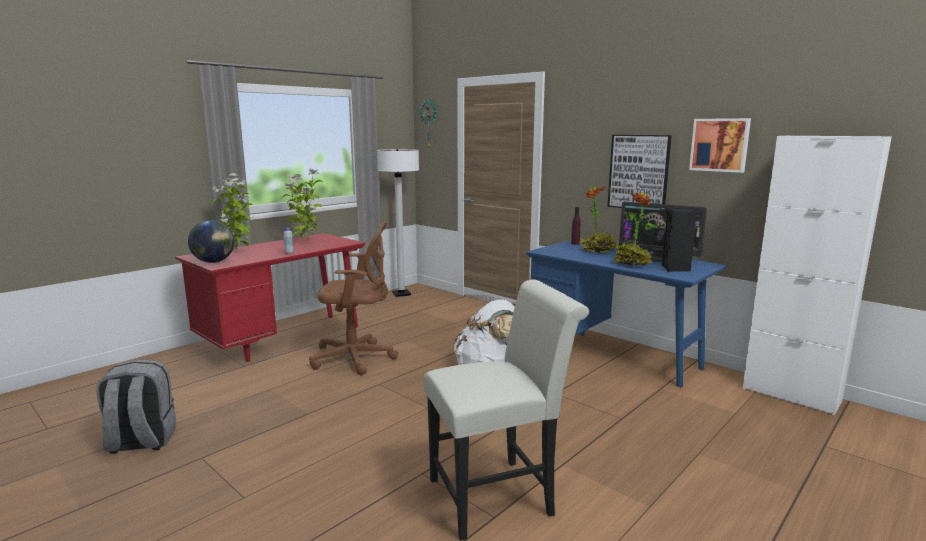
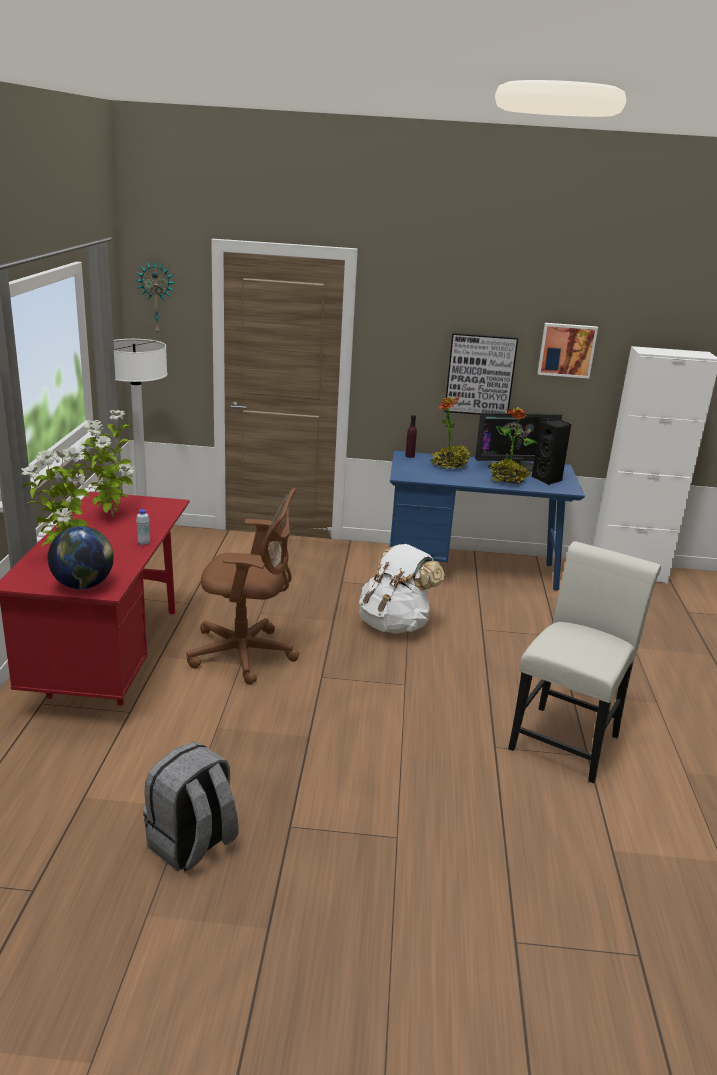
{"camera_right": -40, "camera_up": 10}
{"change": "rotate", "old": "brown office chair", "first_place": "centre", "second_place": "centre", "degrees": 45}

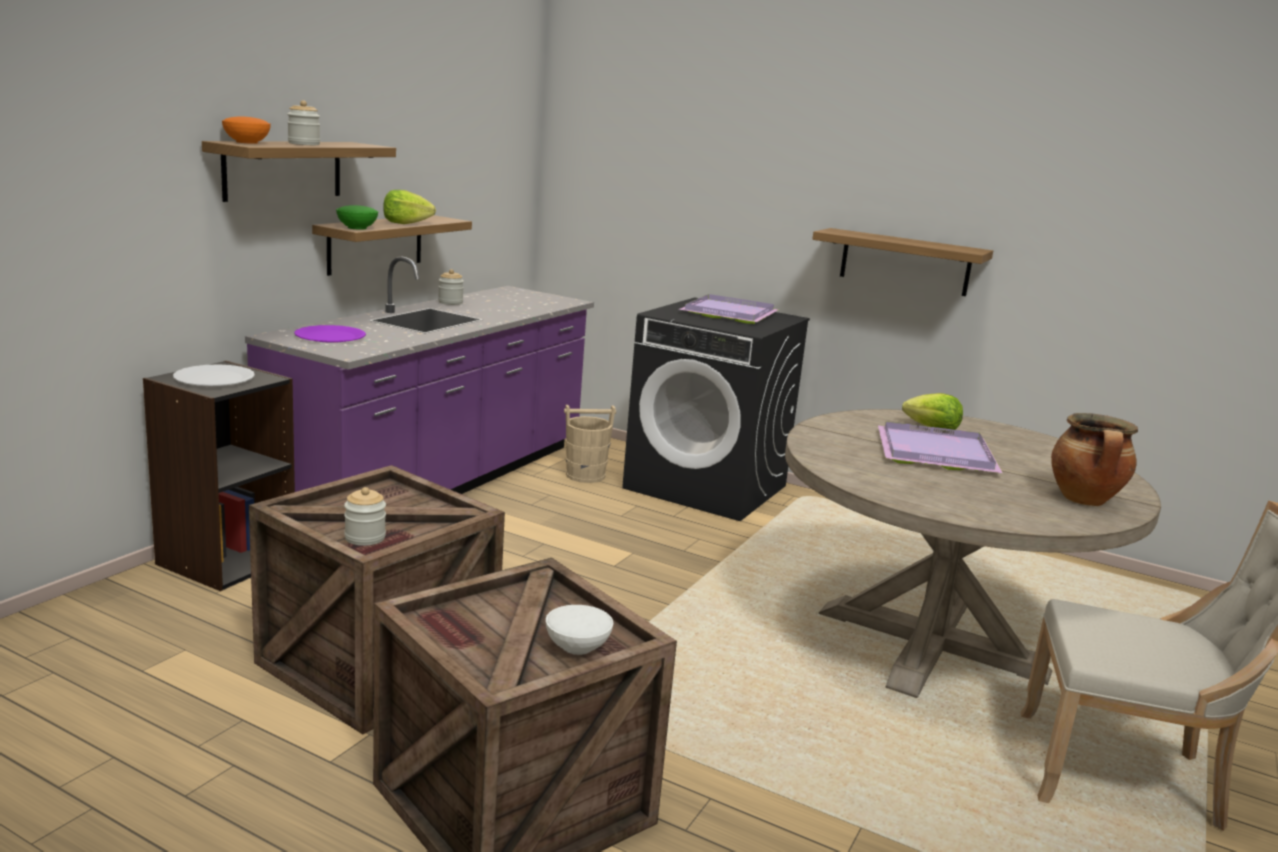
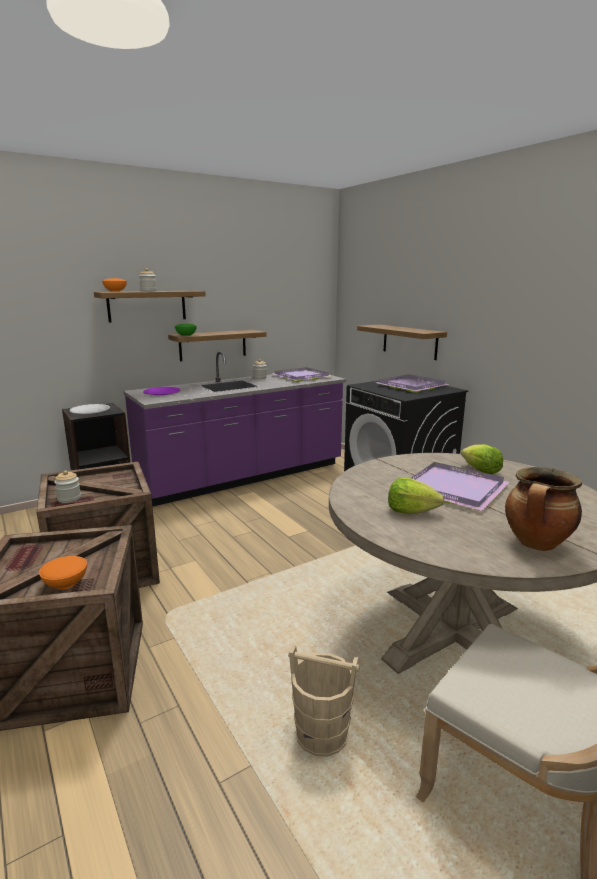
{"camera_right": 30, "camera_up": 0}
{"change": "move", "old": "lettuce (1st from left)", "first_place": "top left", "second_place": "middle right"}
{"change": "recolor", "old": "white bowl", "new": "orange bowl (1st from left)", "first_place": "bottom centre", "second_place": "middle left"}
{"change": "move", "old": "beige bucket", "first_place": "centre", "second_place": "bottom centre"}
{"change": "move", "old": "shelf (3rd from left)", "first_place": "top right", "second_place": "middle right"}
{"change": "insert", "new": "purple tray (1st from left)", "second_place": "centre"}

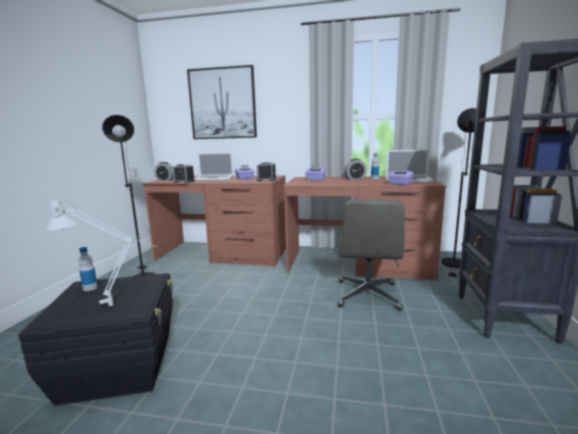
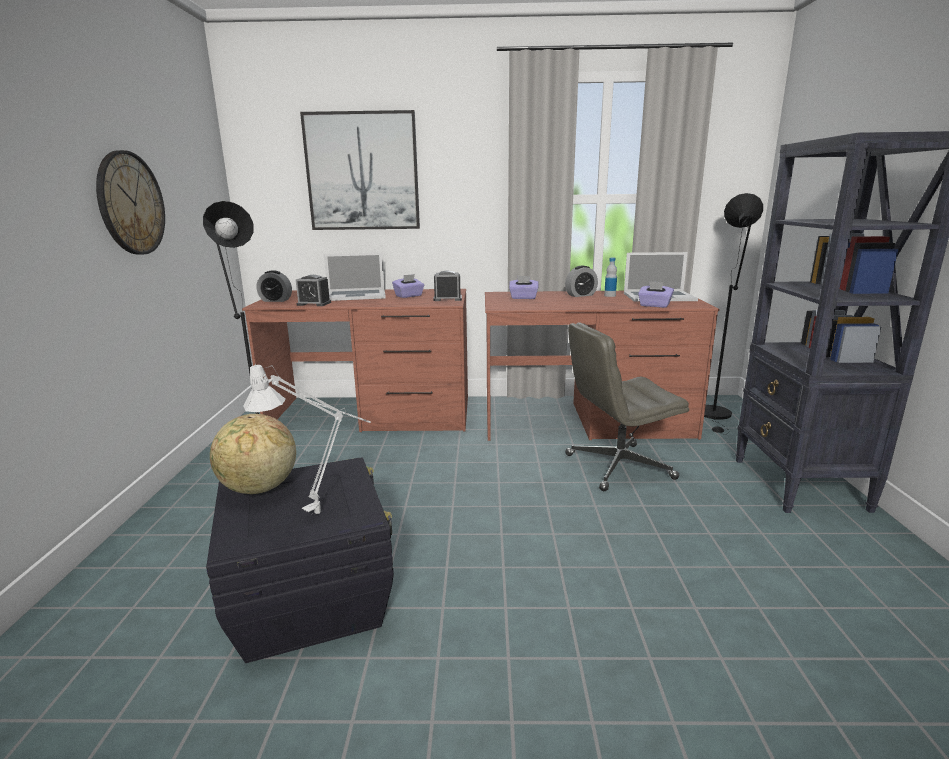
{"camera_right": -10, "camera_up": 5}
{"change": "replace", "old": "bottle (1st from left)", "new": "globe", "first_place": "middle left", "second_place": "middle left"}
{"change": "rotate", "old": "grey office chair", "first_place": "centre", "second_place": "centre", "degrees": 75}
{"change": "insert", "new": "wall clock", "second_place": "top left"}

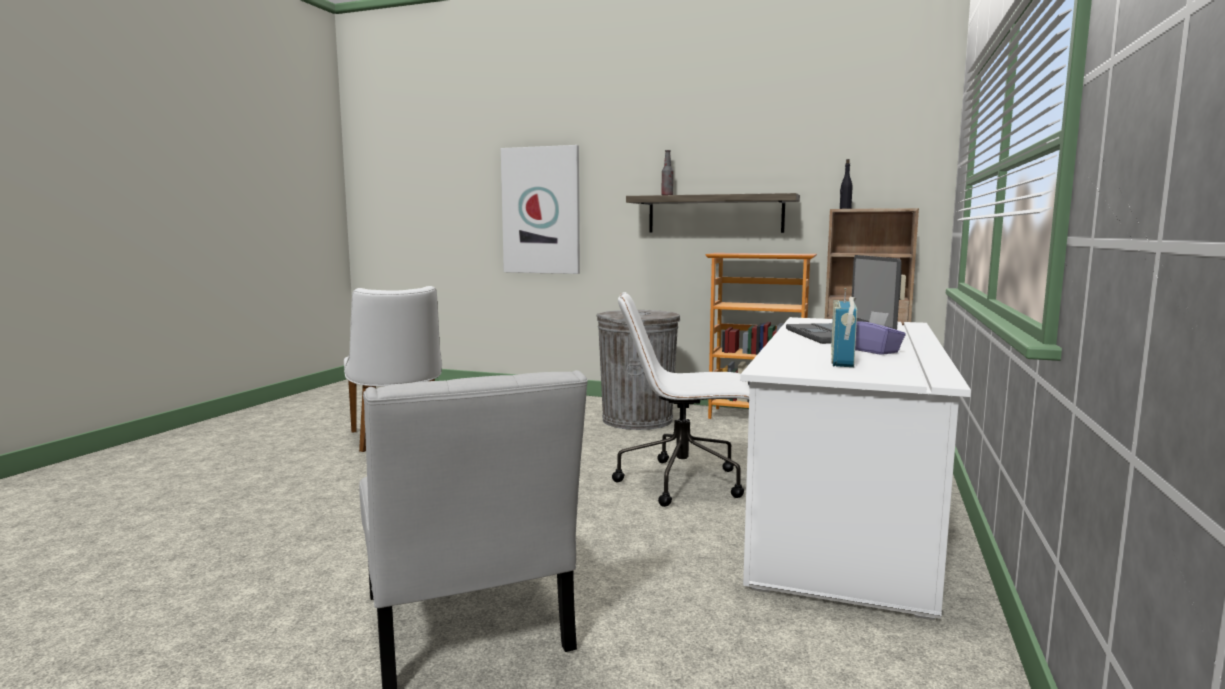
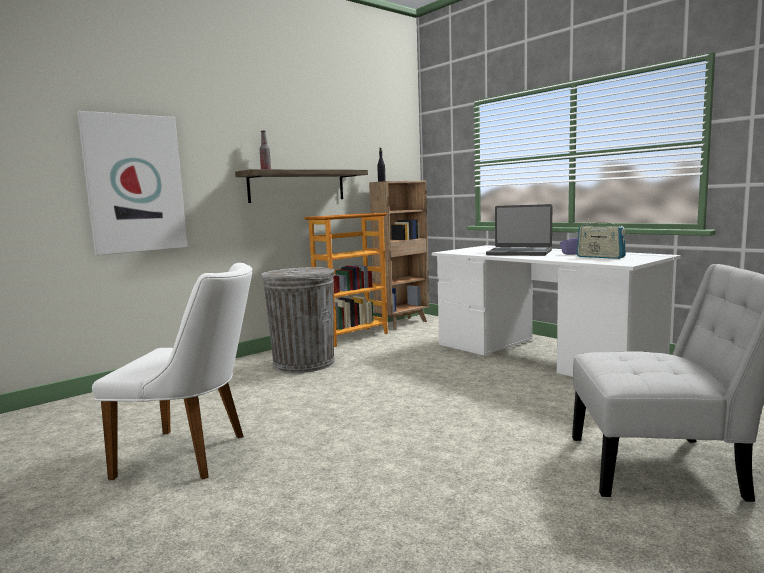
{"camera_right": -60, "camera_up": 0}
{"change": "delete", "old": "white office chair", "first_place": "centre"}

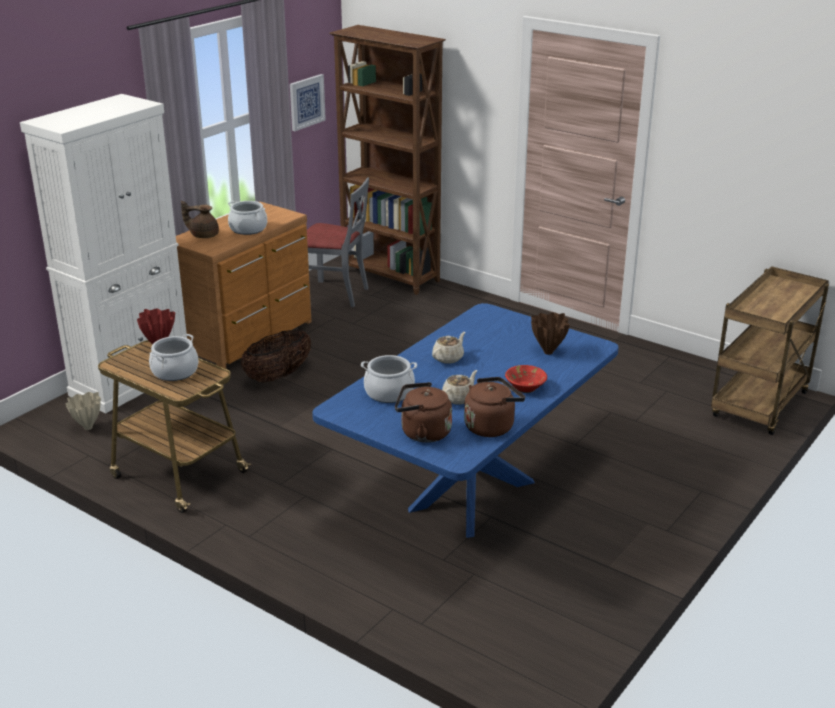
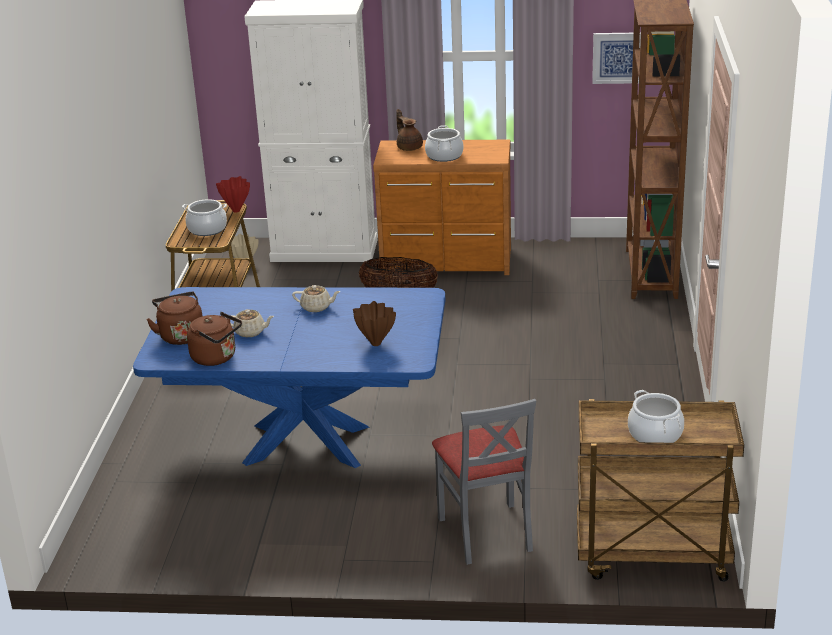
{"camera_right": 60, "camera_up": 0}
{"change": "move", "old": "grey chair", "first_place": "centre", "second_place": "bottom centre"}
{"change": "move", "old": "cooking pot (3rd from left)", "first_place": "centre", "second_place": "middle right"}
{"change": "delete", "old": "red bowl", "first_place": "centre"}

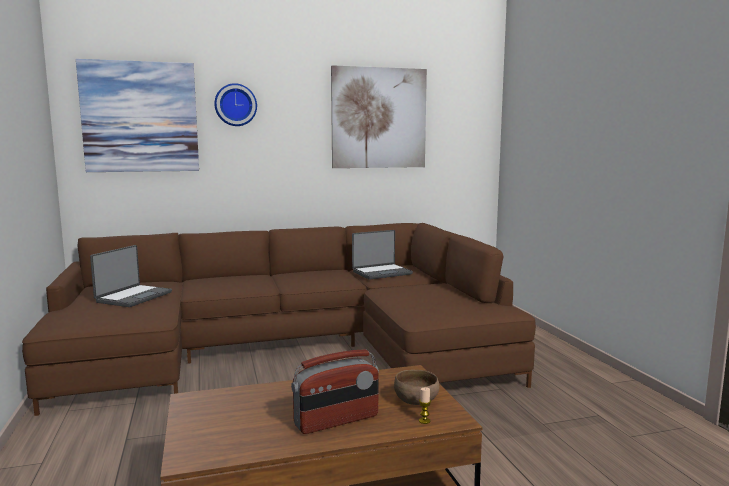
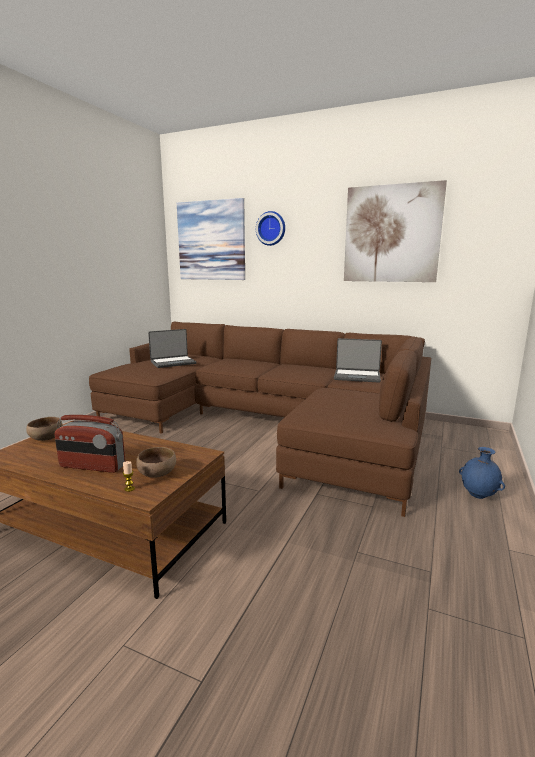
{"camera_right": 40, "camera_up": 5}
{"change": "insert", "new": "brown bowl (1st from left)", "second_place": "middle left"}
{"change": "insert", "new": "blue vase", "second_place": "middle right"}

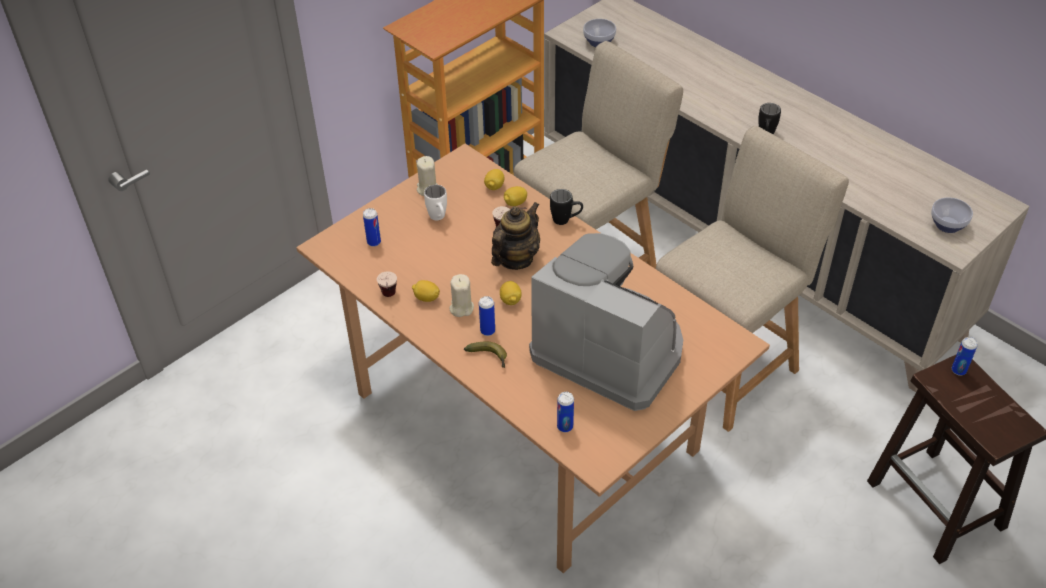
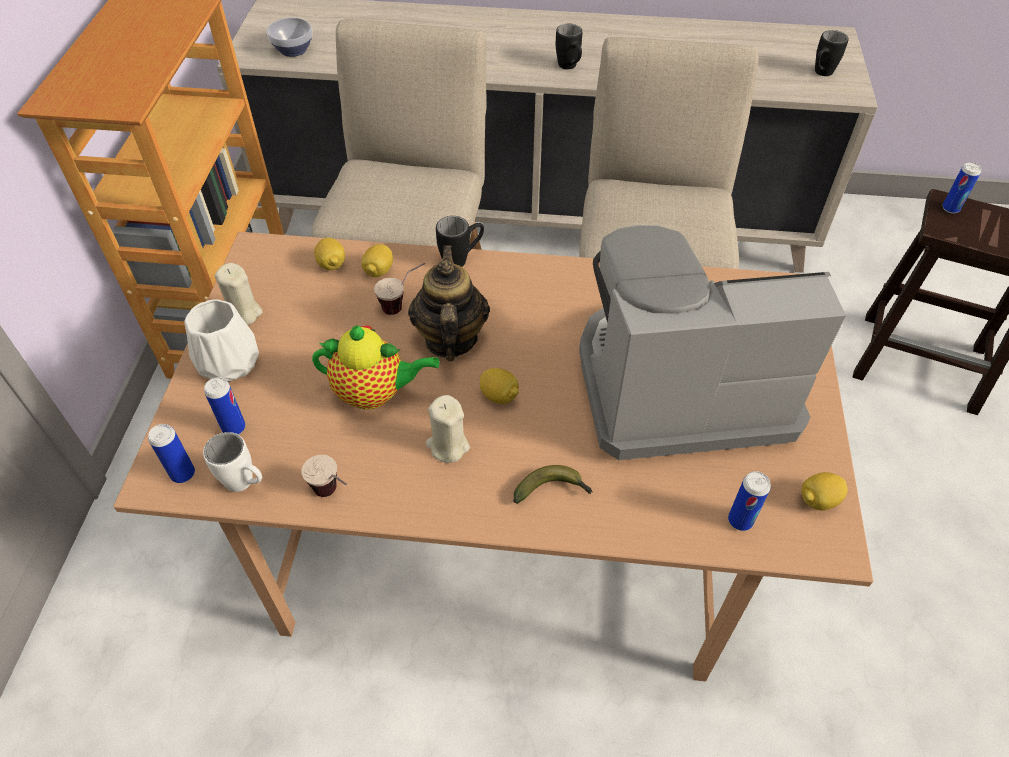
{"camera_right": -40, "camera_up": 5}
{"change": "move", "old": "lemon (1st from left in the first image)", "new": "lemon (4th from left)", "first_place": "centre", "second_place": "middle right"}
{"change": "move", "old": "white mug", "first_place": "centre", "second_place": "middle left"}
{"change": "move", "old": "can (2nd from left in the first image)", "new": "can (1st from left)", "first_place": "centre", "second_place": "middle left"}
{"change": "replace", "old": "bowl (2nd from left)", "new": "black mug (3rd from left)", "first_place": "middle right", "second_place": "top right"}
{"change": "insert", "new": "white vase", "second_place": "middle left"}
{"change": "insert", "new": "teapot (1st from left)", "second_place": "centre"}

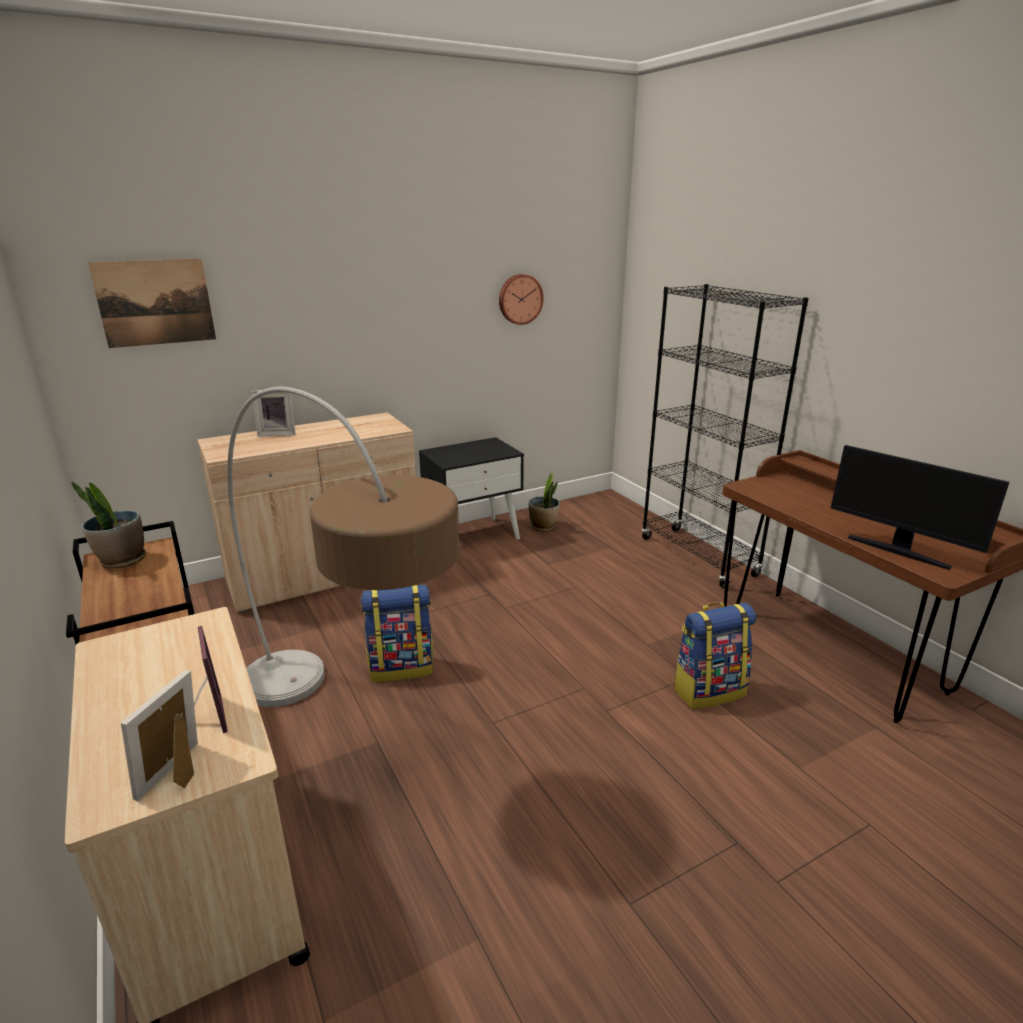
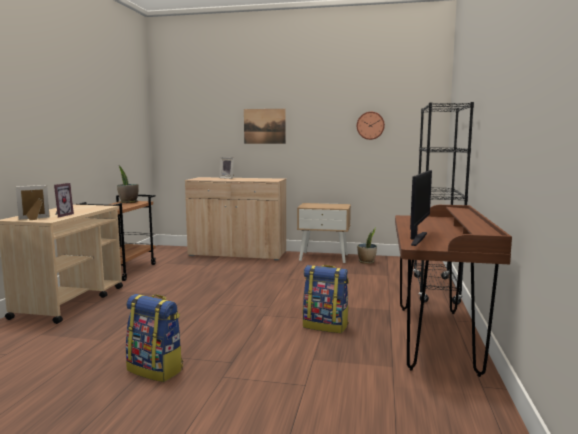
{"camera_right": 40, "camera_up": -15}
{"change": "move", "old": "picture", "first_place": "top left", "second_place": "top centre"}
{"change": "delete", "old": "floor lamp", "first_place": "centre"}
{"change": "move", "old": "backpack (1st from left)", "first_place": "centre", "second_place": "bottom left"}
{"change": "recolor", "old": "black nightstand", "new": "beige nightstand", "first_place": "centre", "second_place": "centre"}
{"change": "rotate", "old": "monitor", "first_place": "middle right", "second_place": "middle right", "degrees": -150}

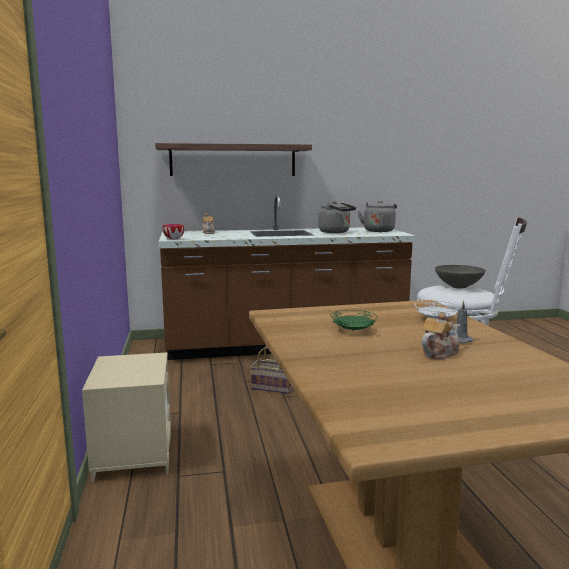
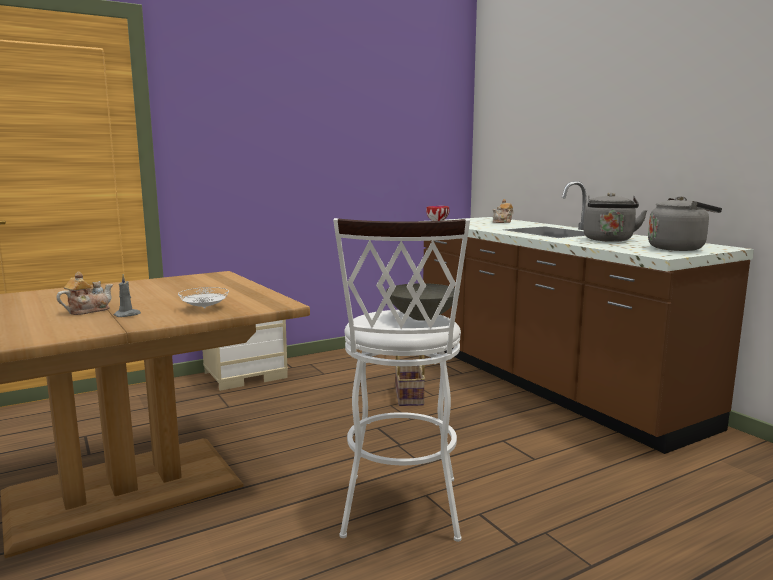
{"camera_right": 70, "camera_up": 0}
{"change": "delete", "old": "shelf", "first_place": "top centre"}
{"change": "delete", "old": "green plate", "first_place": "centre"}
{"change": "rotate", "old": "teapot (2nd from left in the first image)", "first_place": "middle right", "second_place": "middle left", "degrees": -75}

